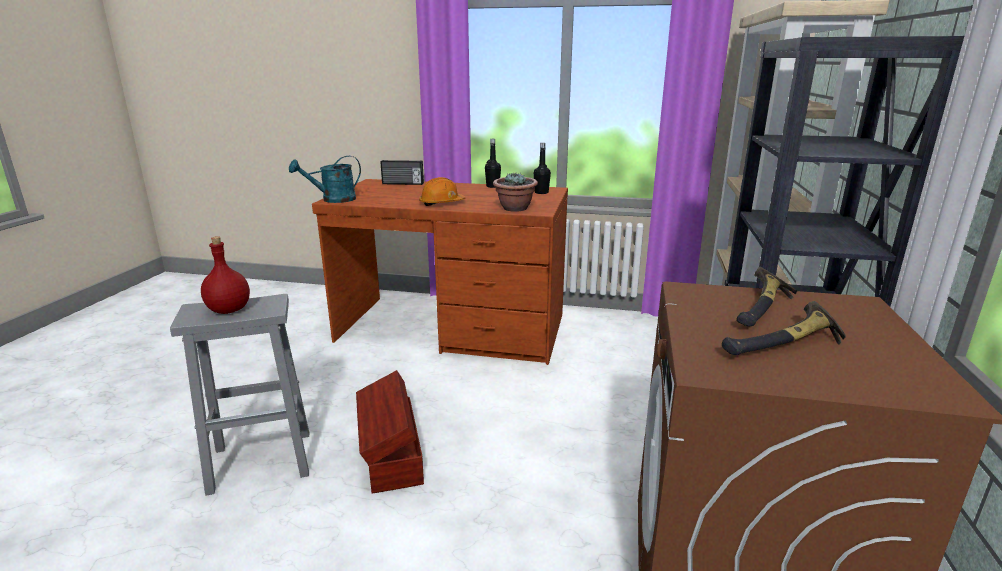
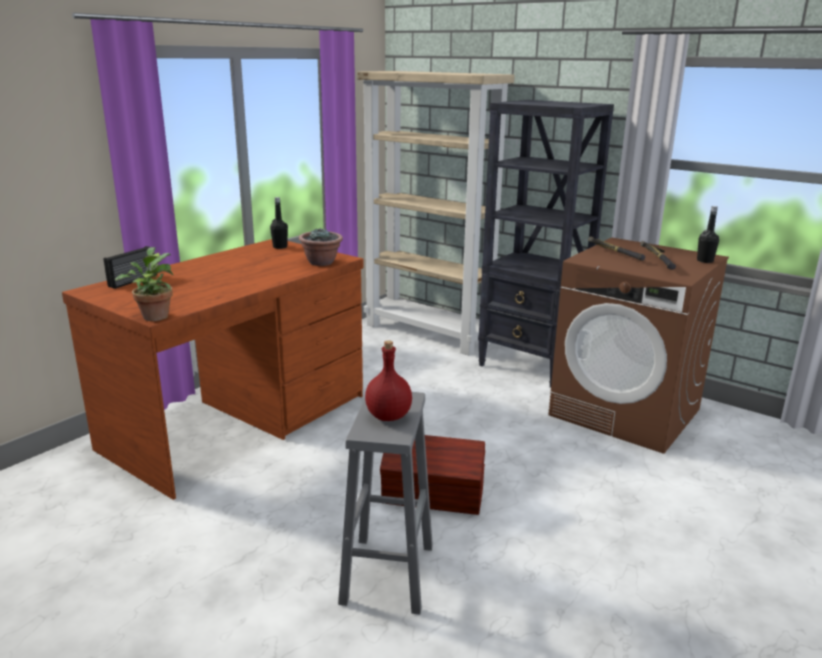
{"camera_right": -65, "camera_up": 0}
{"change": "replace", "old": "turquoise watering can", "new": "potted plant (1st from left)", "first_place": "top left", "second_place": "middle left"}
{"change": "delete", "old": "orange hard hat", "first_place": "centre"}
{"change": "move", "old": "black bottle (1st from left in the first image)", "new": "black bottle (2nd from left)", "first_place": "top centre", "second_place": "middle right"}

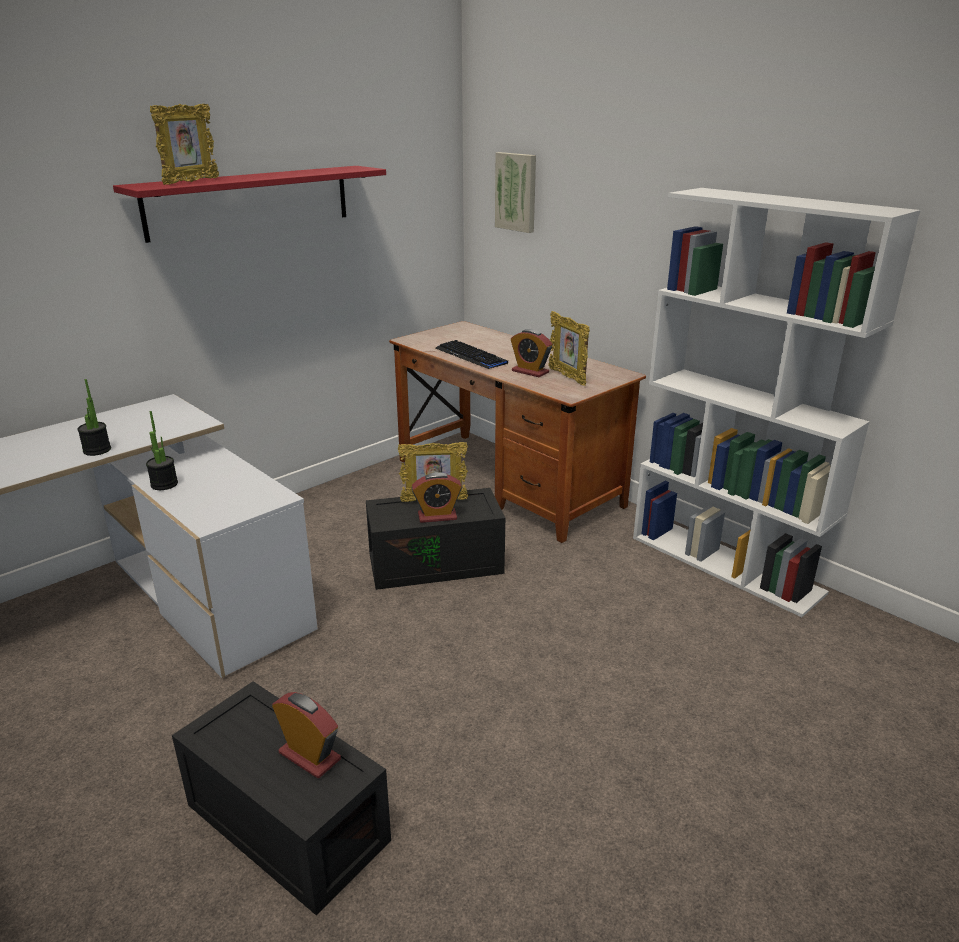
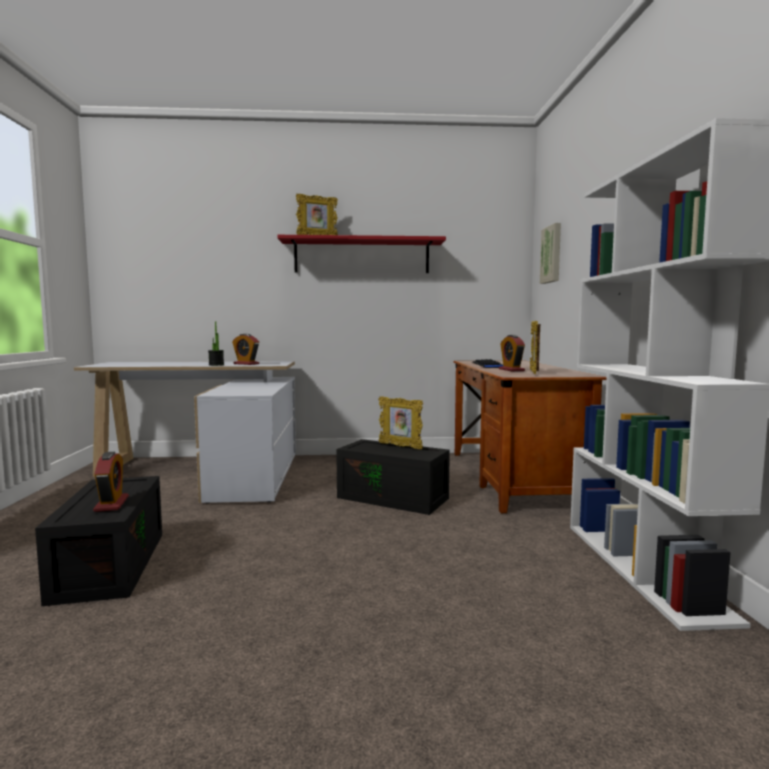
{"camera_right": 40, "camera_up": -20}
{"change": "delete", "old": "potted plant (2nd from left)", "first_place": "middle left"}
{"change": "move", "old": "alarm clock (2nd from left)", "first_place": "centre", "second_place": "middle left"}

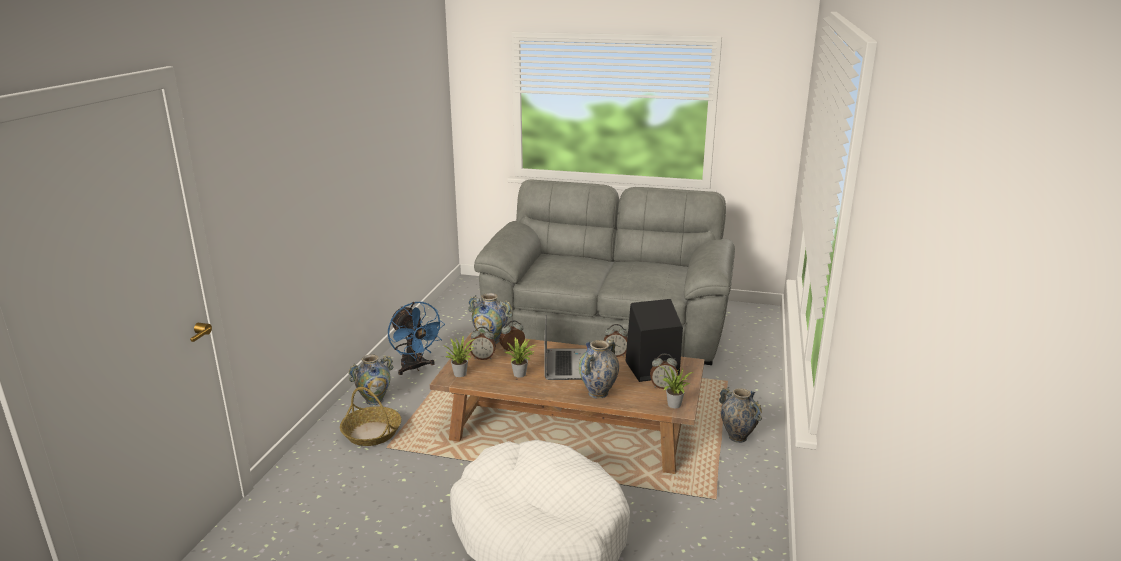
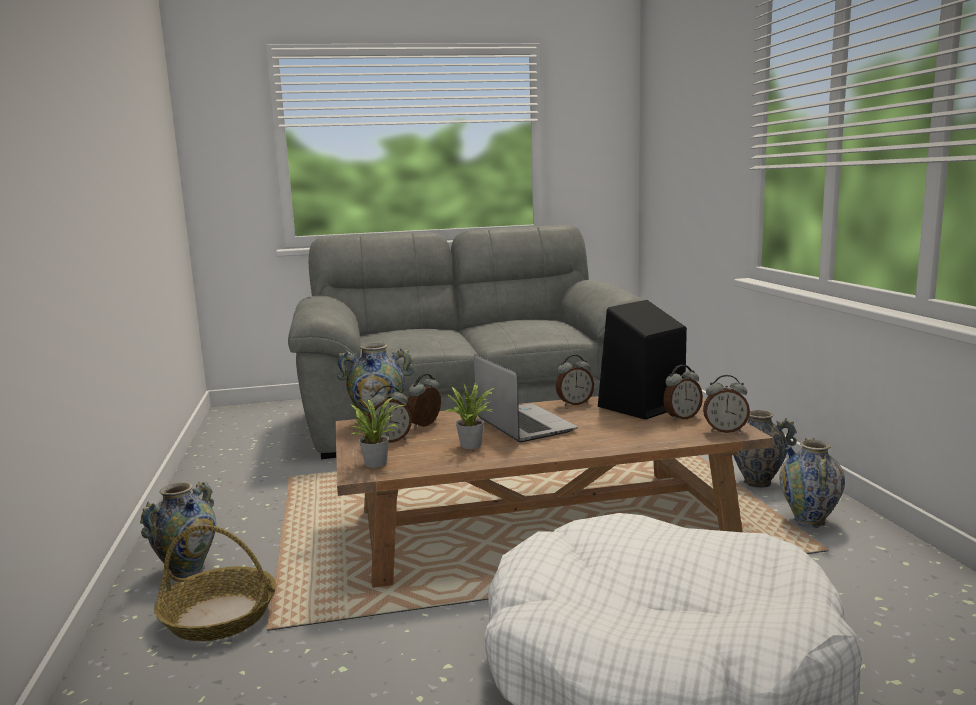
{"camera_right": -25, "camera_up": -10}
{"change": "delete", "old": "blue fan", "first_place": "centre"}
{"change": "move", "old": "vase (3rd from left in the first image)", "new": "vase (4th from left)", "first_place": "centre", "second_place": "bottom right"}
{"change": "replace", "old": "potted plant (3rd from left)", "new": "alarm clock (5th from left)", "first_place": "bottom centre", "second_place": "middle right"}

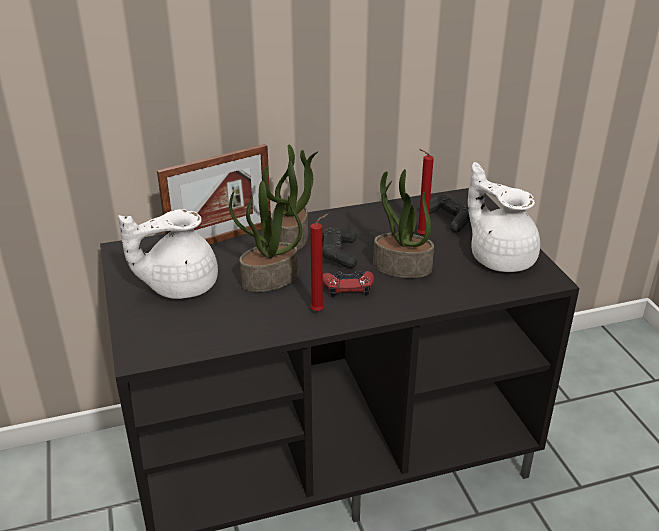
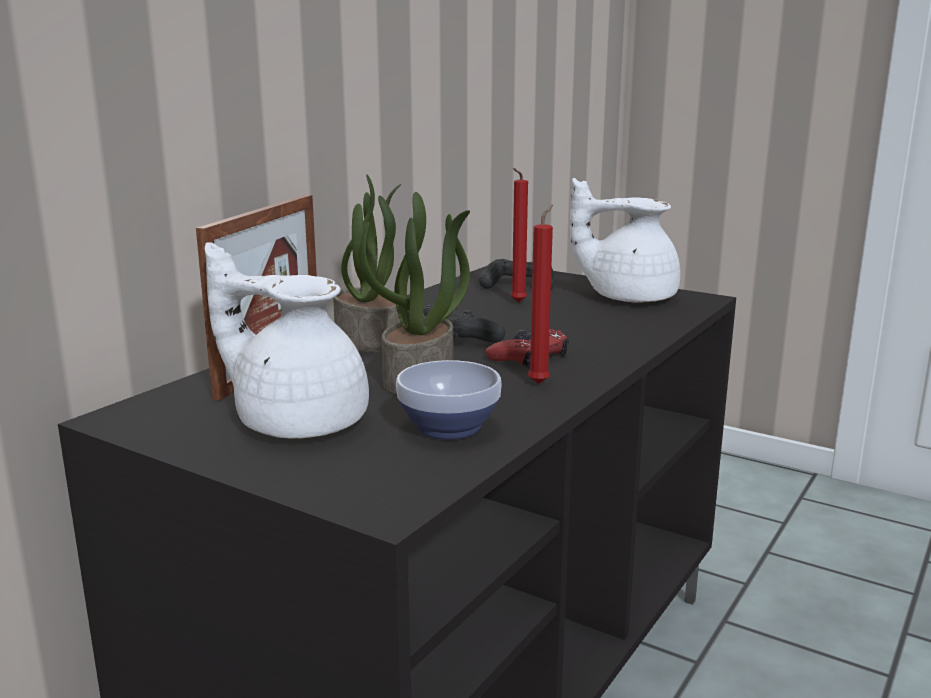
{"camera_right": -40, "camera_up": -15}
{"change": "rotate", "old": "white teapot (1st from left)", "first_place": "middle left", "second_place": "middle left", "degrees": 90}
{"change": "delete", "old": "potted plant (3rd from left)", "first_place": "centre"}
{"change": "insert", "new": "bowl", "second_place": "centre"}

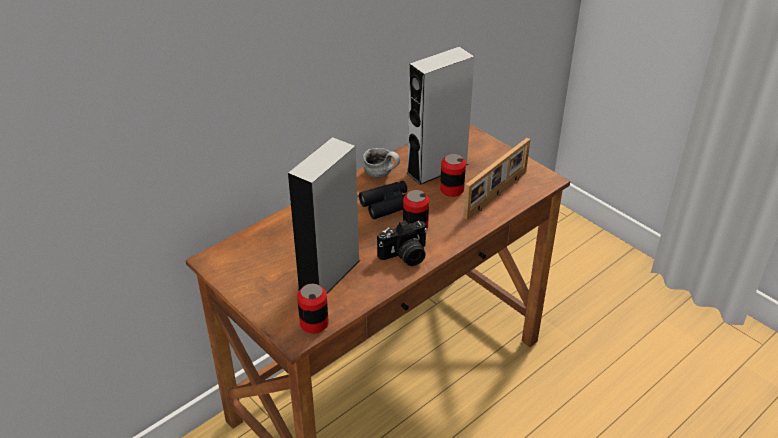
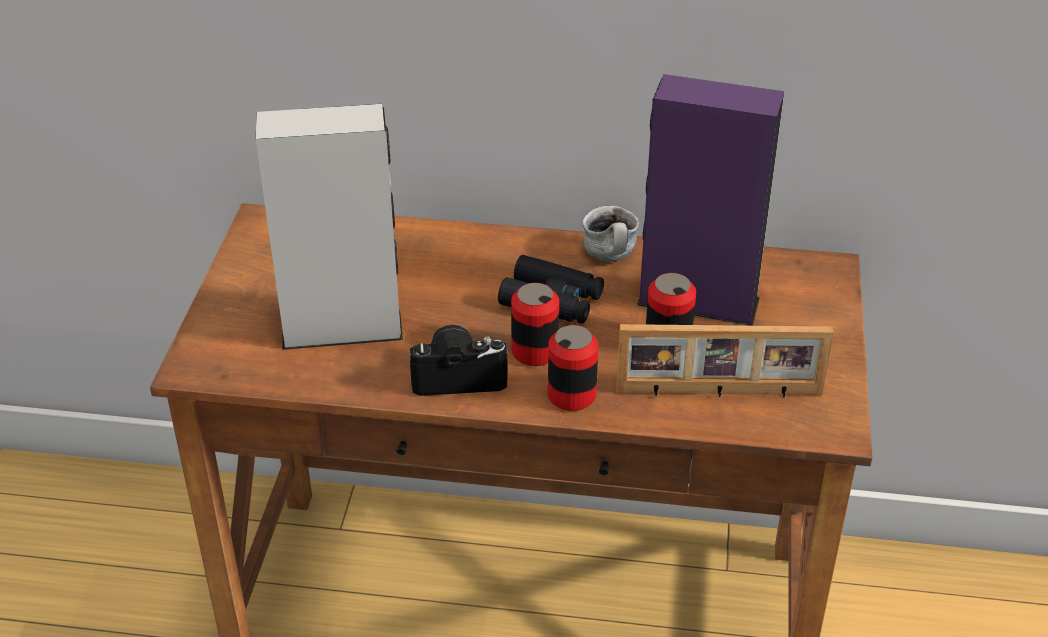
{"camera_right": 50, "camera_up": 0}
{"change": "move", "old": "can (1st from left in the first image)", "new": "can (2nd from left)", "first_place": "bottom centre", "second_place": "centre"}
{"change": "rotate", "old": "photo camera", "first_place": "centre", "second_place": "centre", "degrees": 150}
{"change": "recolor", "old": "grey speaker (2nd from left)", "new": "purple speaker", "first_place": "top centre", "second_place": "top right"}

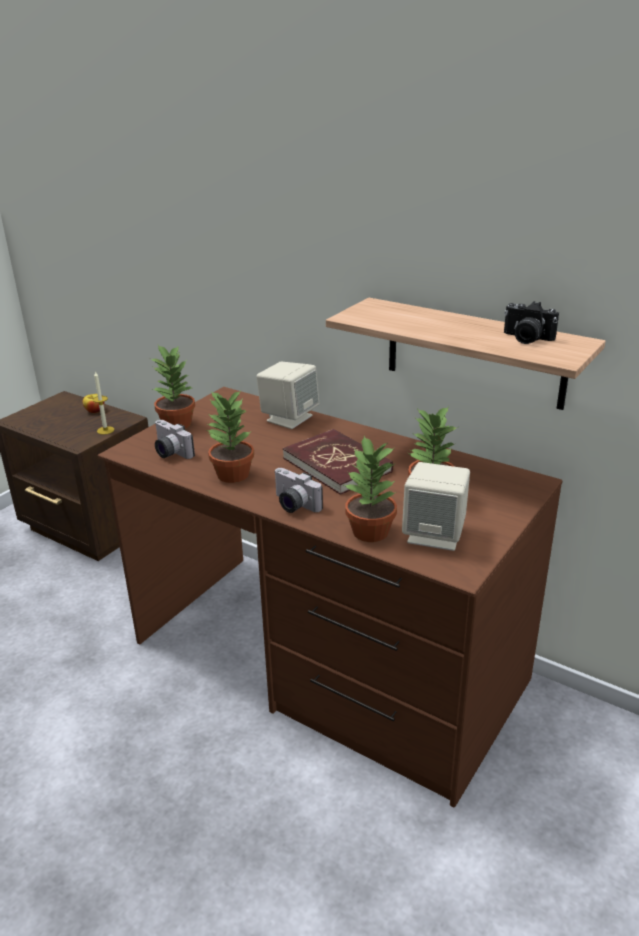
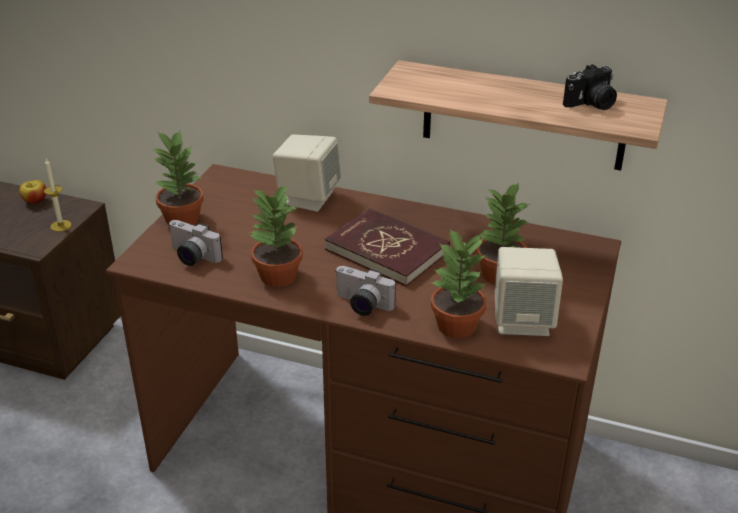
{"camera_right": -15, "camera_up": 5}
{"change": "rotate", "old": "photo camera (3rd from left)", "first_place": "middle right", "second_place": "top right", "degrees": -45}

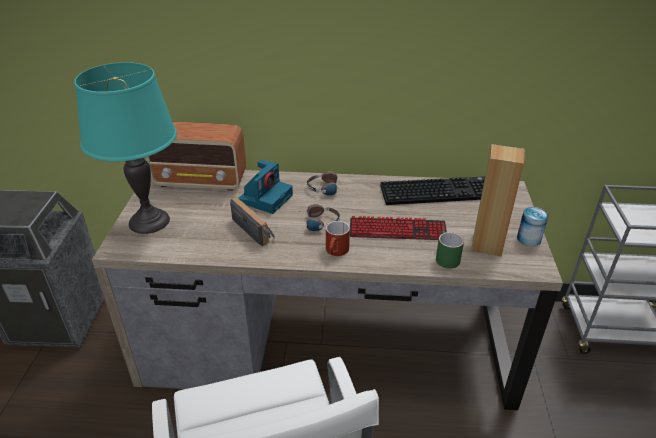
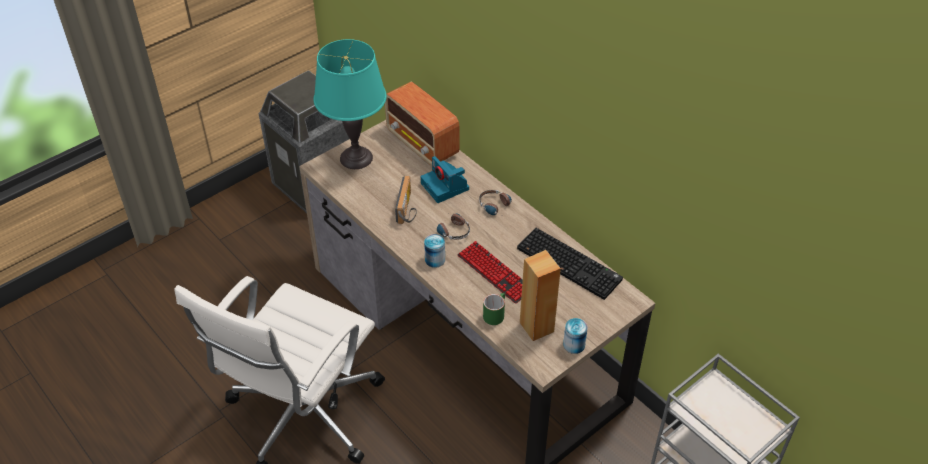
{"camera_right": 45, "camera_up": 10}
{"change": "rotate", "old": "photo camera", "first_place": "centre", "second_place": "centre", "degrees": 75}
{"change": "replace", "old": "red mug", "new": "can (1st from left)", "first_place": "centre", "second_place": "centre"}

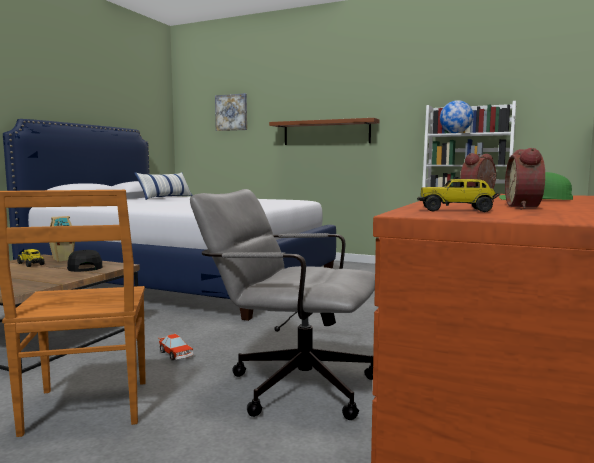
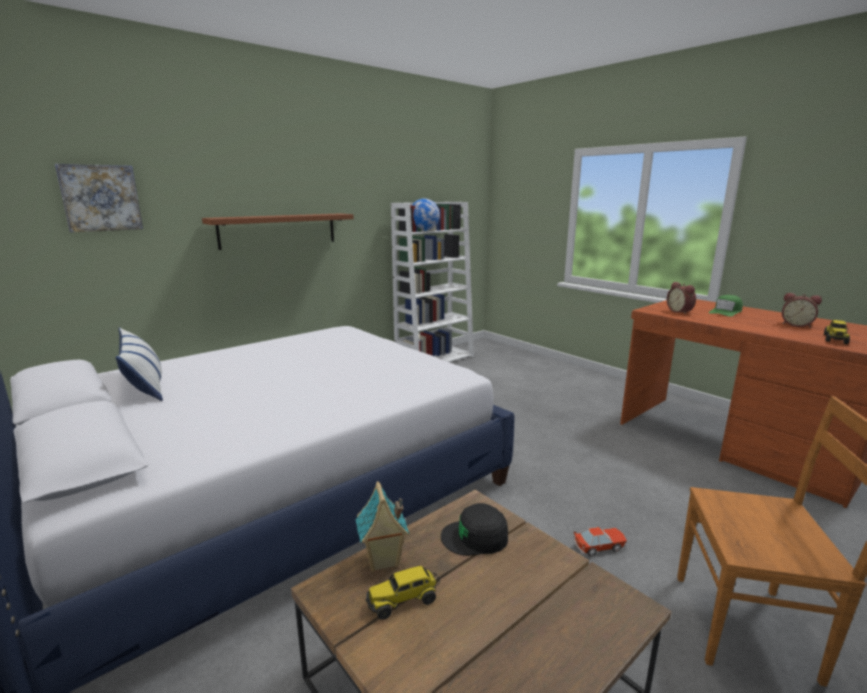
{"camera_right": -65, "camera_up": 10}
{"change": "delete", "old": "grey office chair", "first_place": "centre"}

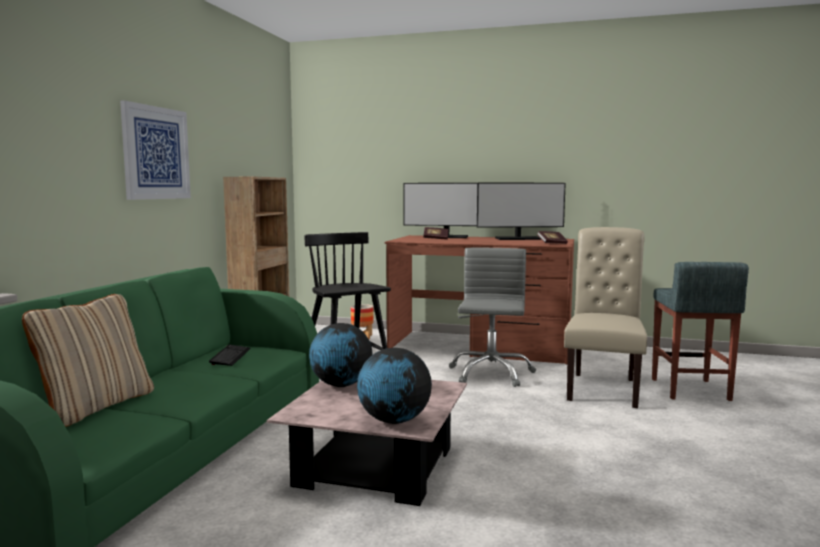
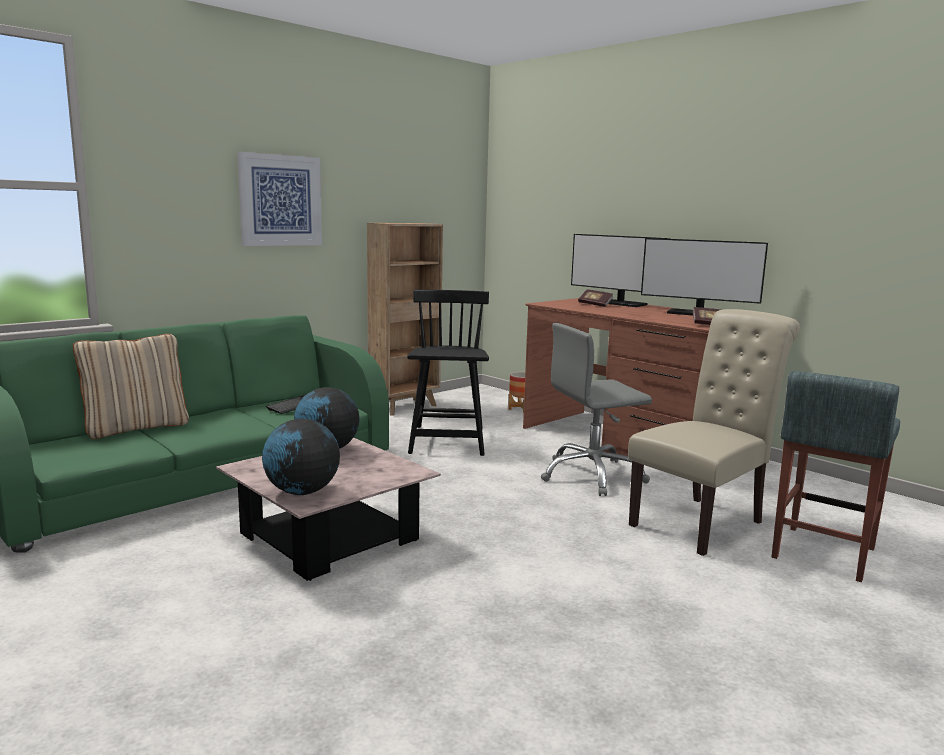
{"camera_right": 30, "camera_up": 5}
{"change": "rotate", "old": "grey office chair", "first_place": "centre", "second_place": "centre", "degrees": -150}

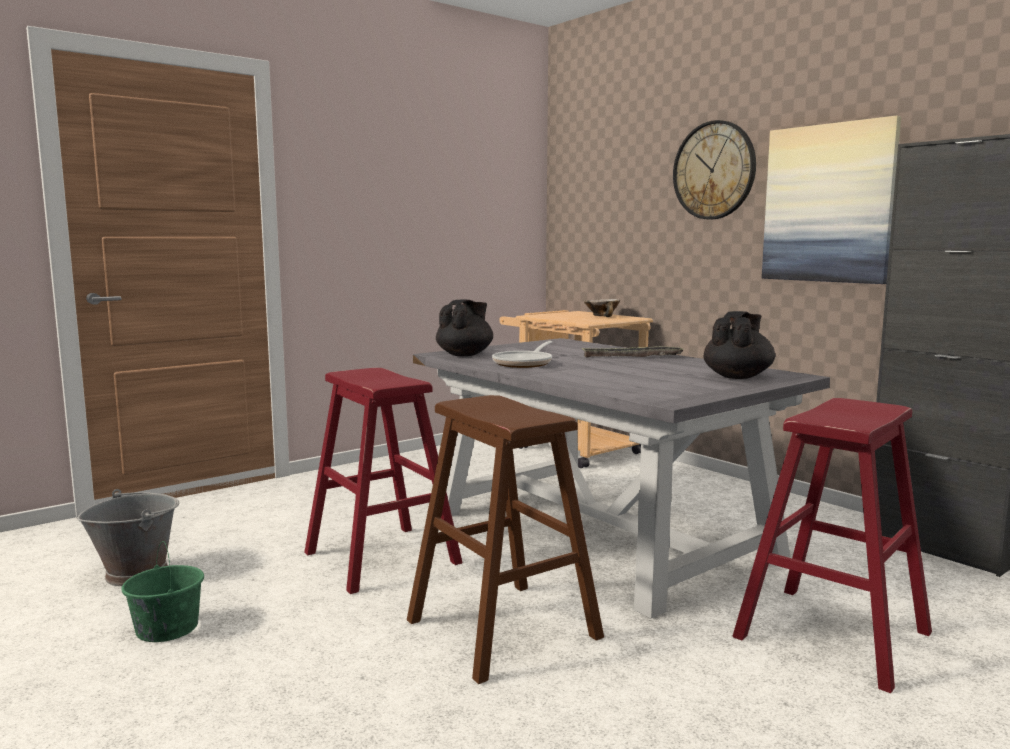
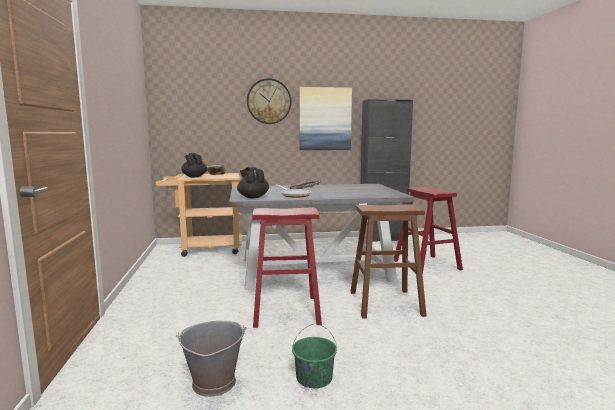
{"camera_right": -60, "camera_up": 0}
{"change": "move", "old": "black teapot (2nd from left in the first image)", "new": "black teapot (1st from left)", "first_place": "middle right", "second_place": "middle left"}

